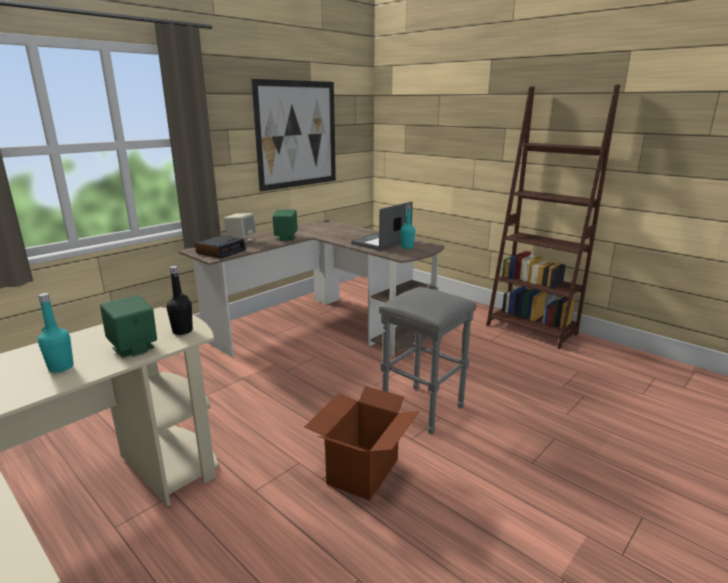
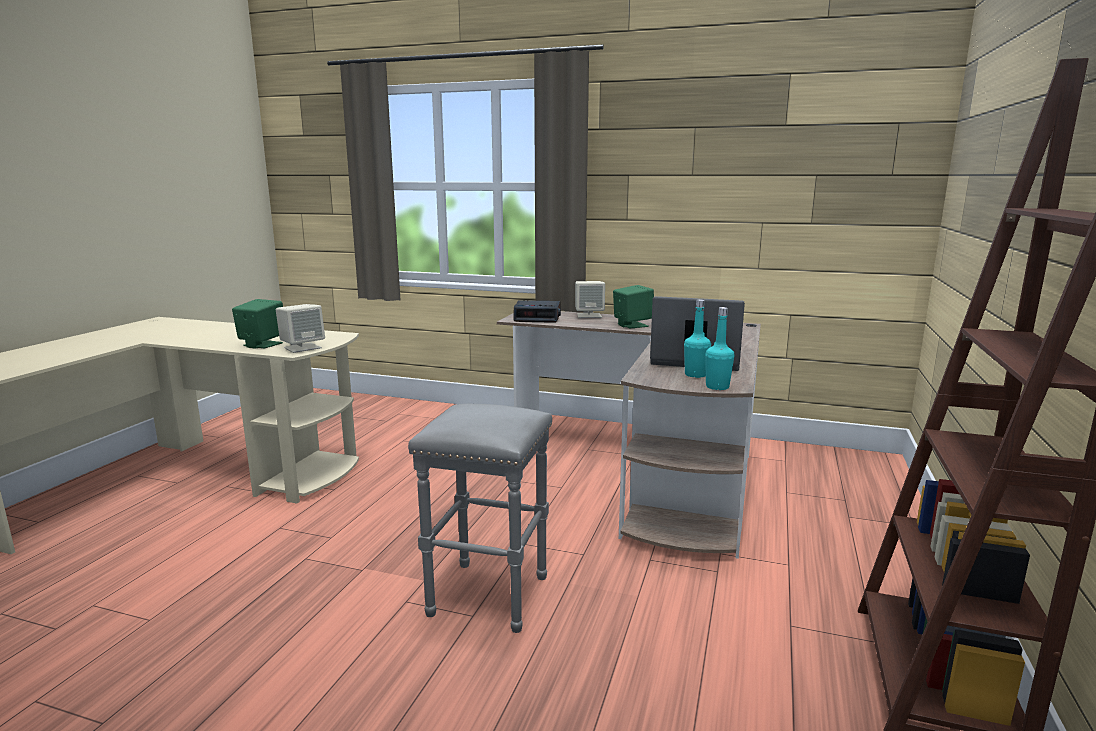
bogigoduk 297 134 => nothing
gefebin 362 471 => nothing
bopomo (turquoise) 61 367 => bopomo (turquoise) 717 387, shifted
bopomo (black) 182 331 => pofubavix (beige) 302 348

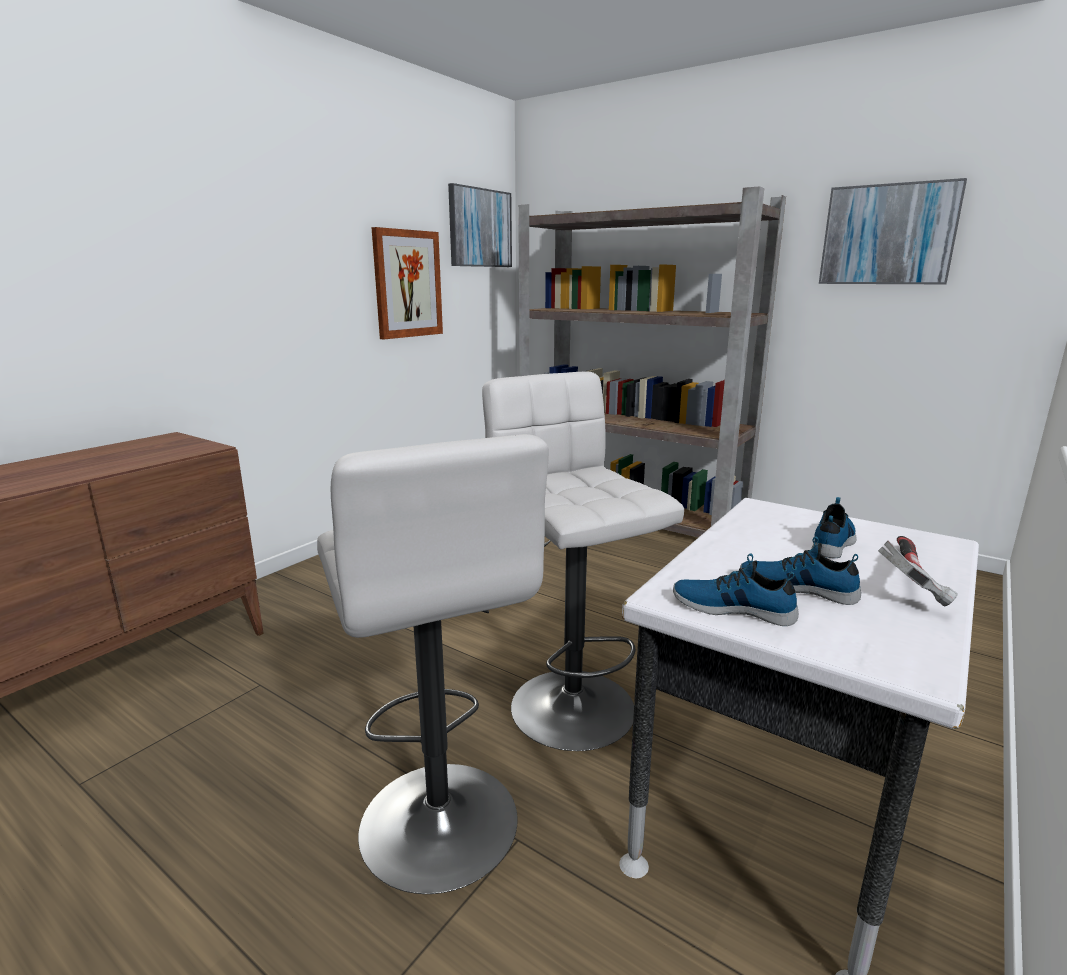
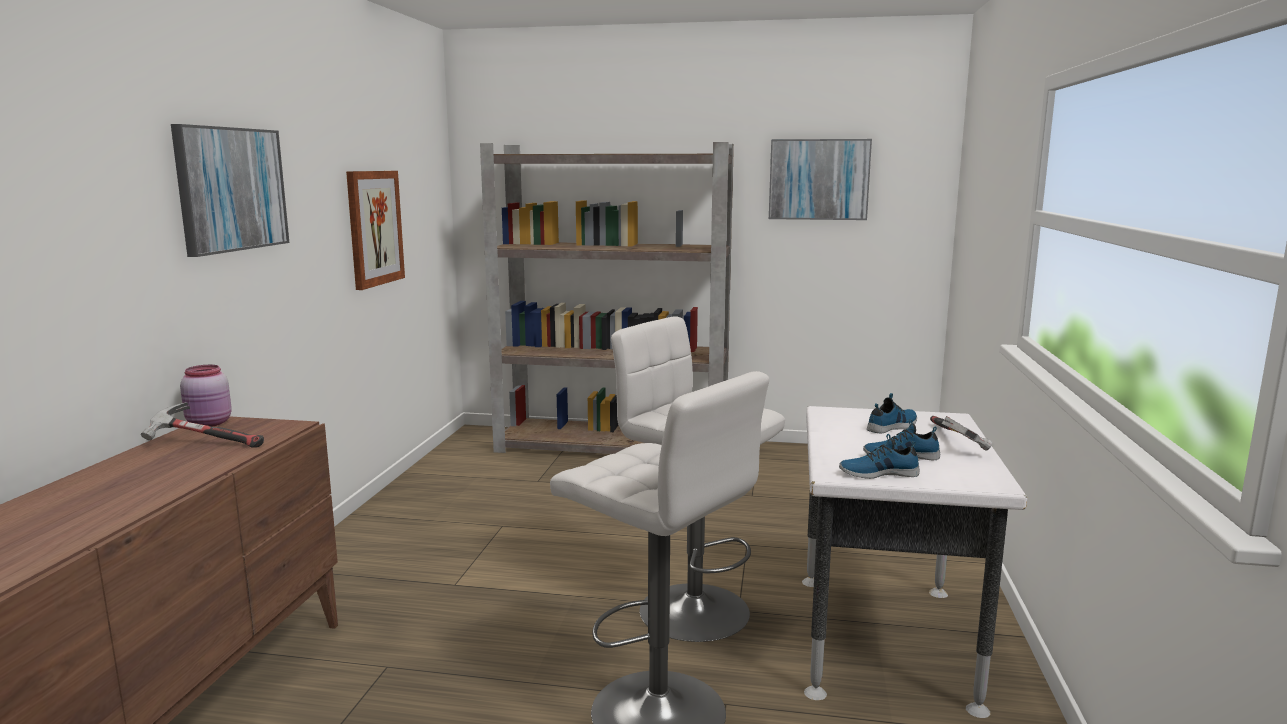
nothing => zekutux 204 443
nothing => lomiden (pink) 210 423
bogigoduk 480 228 => bogigoduk 231 189, shifted
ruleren 834 541 => ruleren 893 426, 45 degrees clockwise

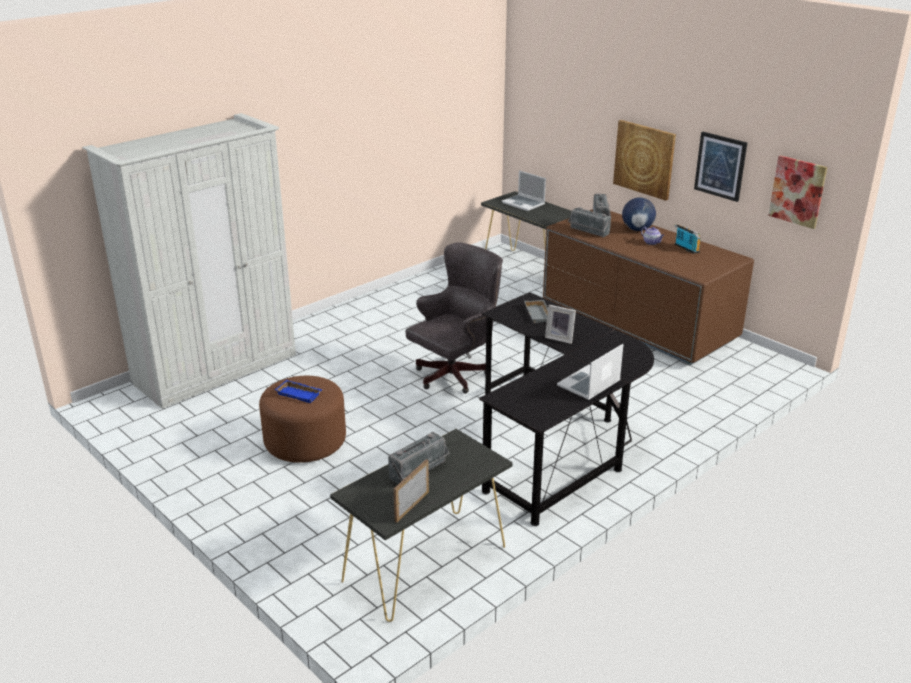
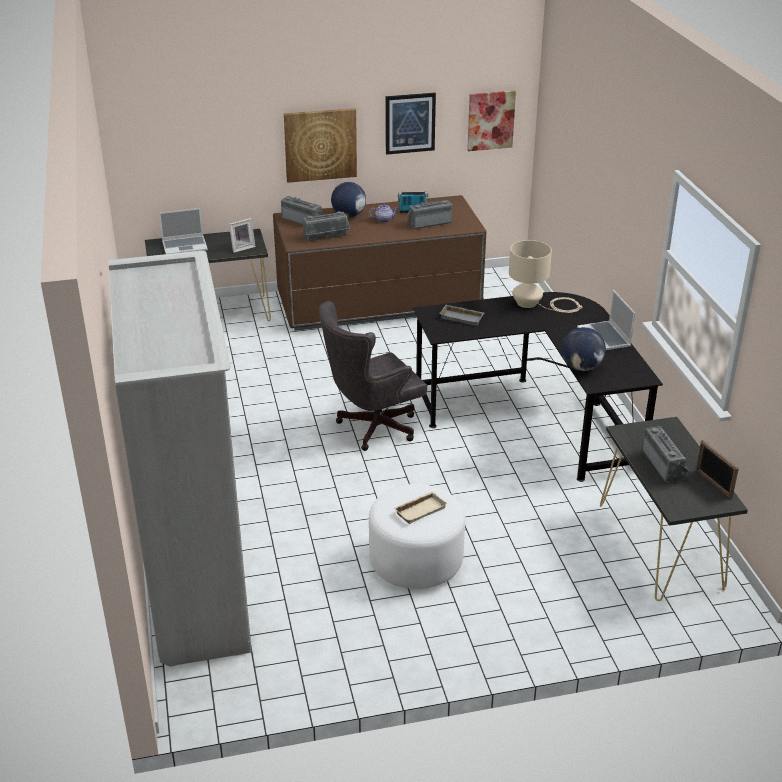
nothing => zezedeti 429 223
nothing => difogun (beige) 541 304
nothing => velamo 581 367
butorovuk 560 338 => butorovuk 242 248, shifted
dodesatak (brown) 305 442 => dodesatak (white) 416 560
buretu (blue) 300 394 => buretu (beige) 420 509
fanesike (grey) 455 374 => fanesike (grey) 372 429, 105 degrees counterclockwise

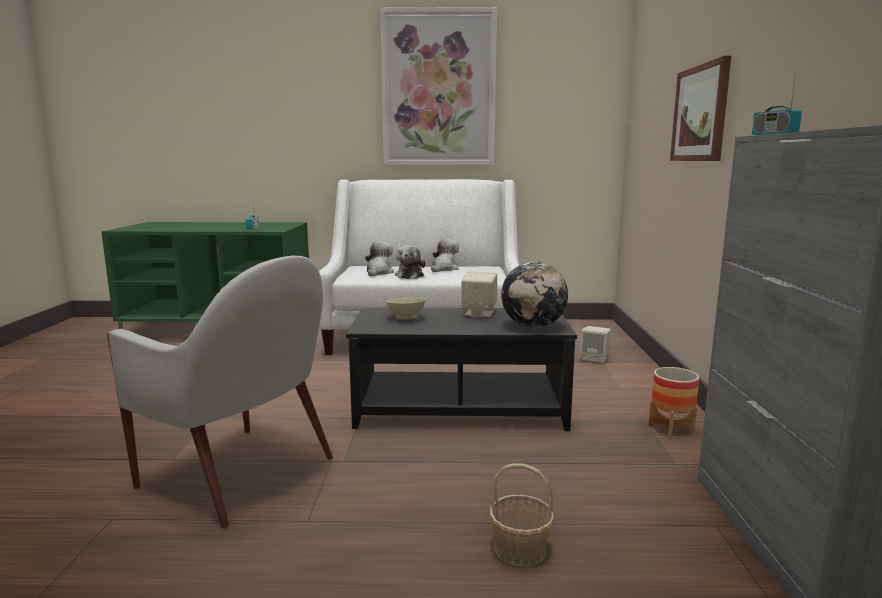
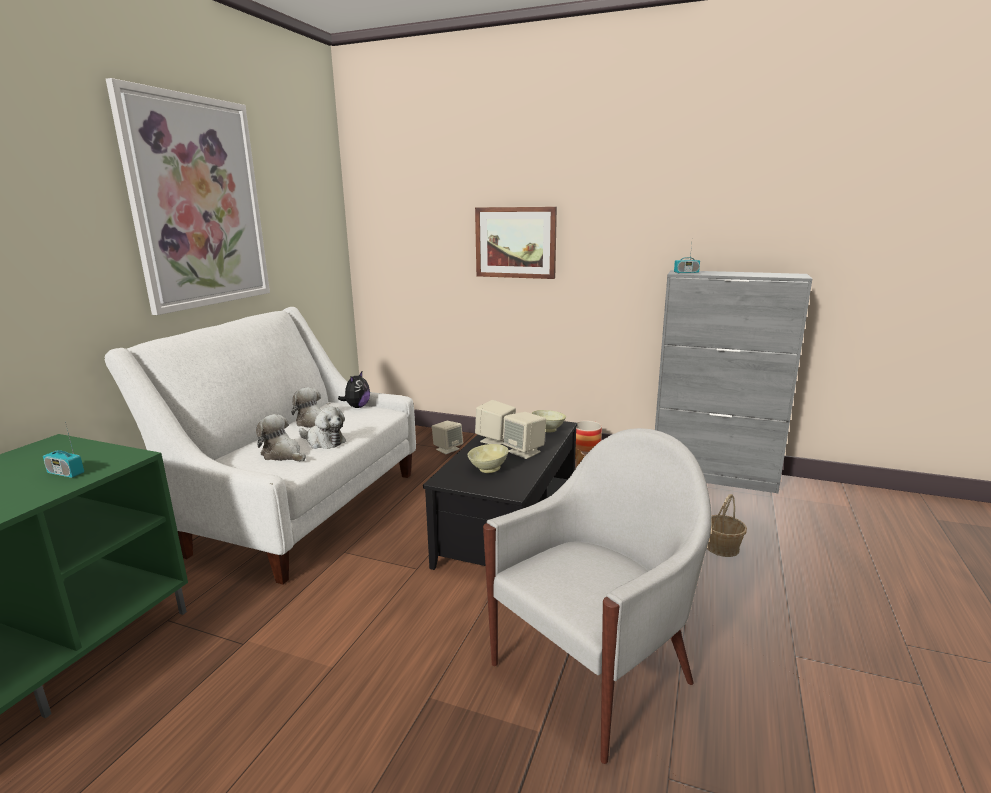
nothing => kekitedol 357 407
nothing => pofubavix (beige) 524 452
velamo 533 326 => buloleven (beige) 548 430

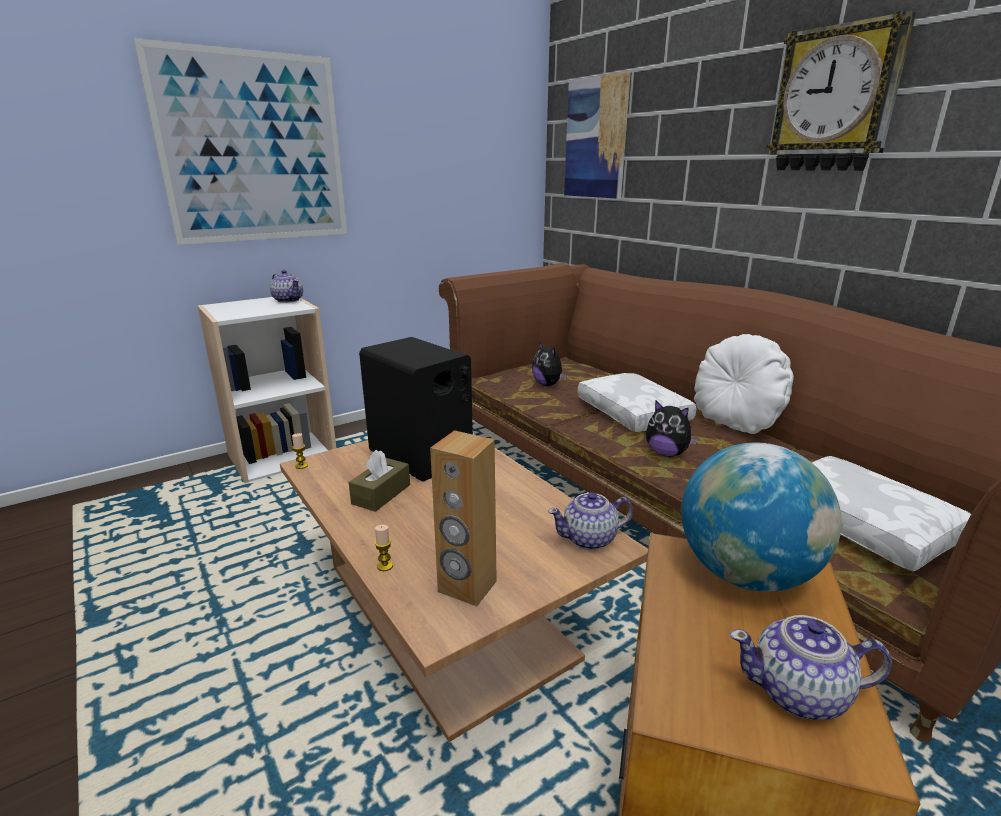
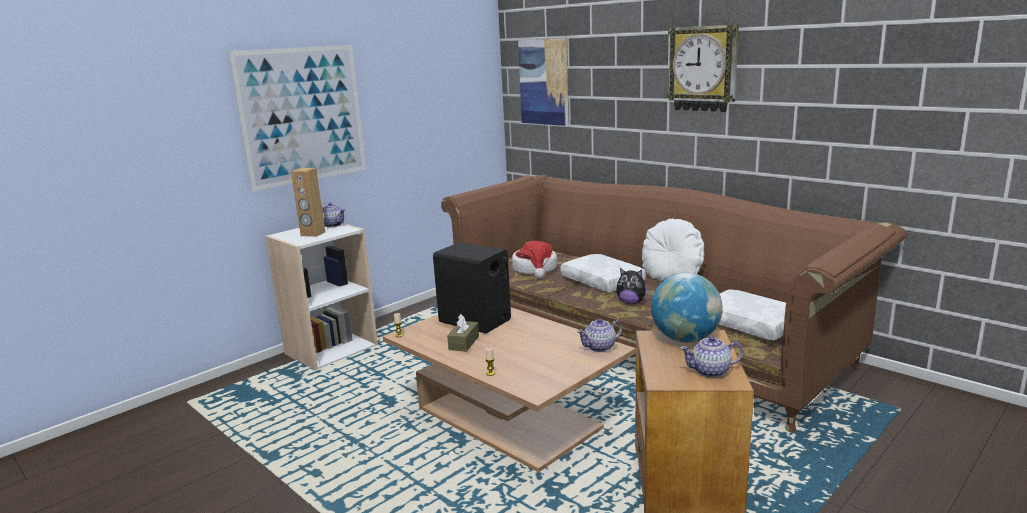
pofubavix (brown) 467 587 => pofubavix (brown) 313 234, shifted
kekitedol 548 384 => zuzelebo 535 269

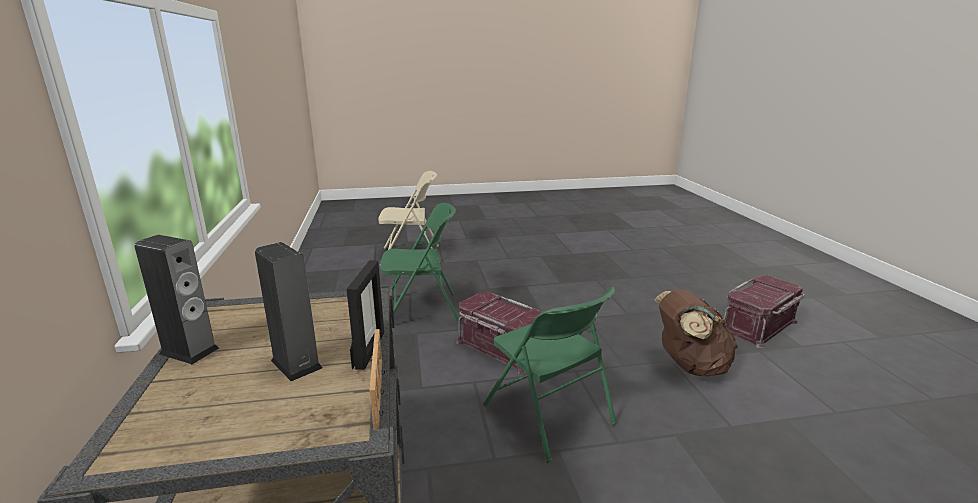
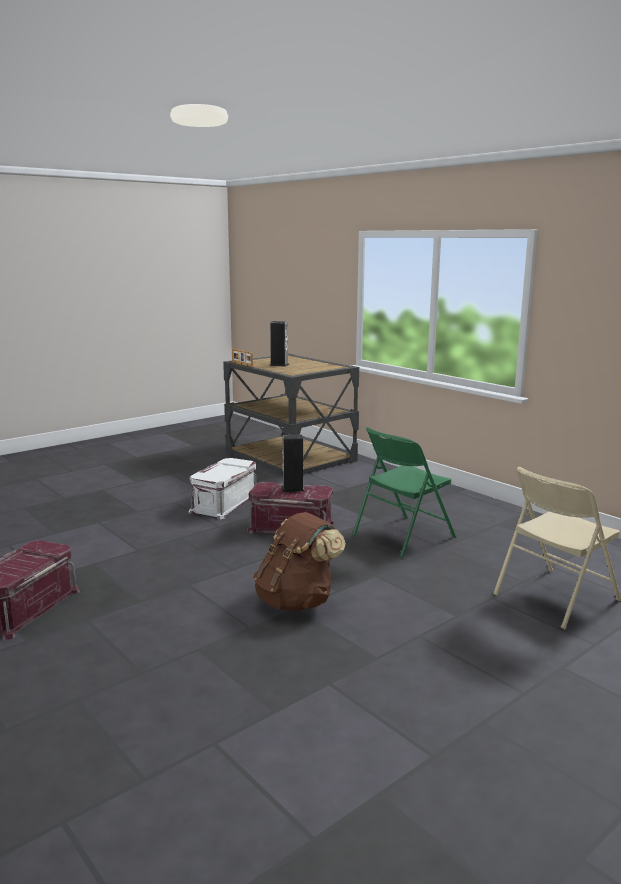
butorovuk 369 350 => nothing
pofubavix 189 351 => pofubavix 292 489, shifted
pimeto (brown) 689 366 => pimeto (brown) 297 601, shifted
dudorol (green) 547 414 => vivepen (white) 224 503

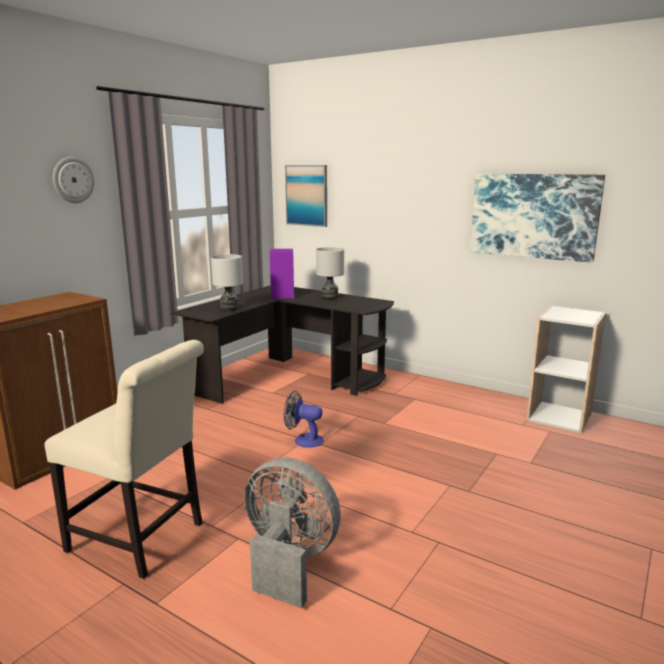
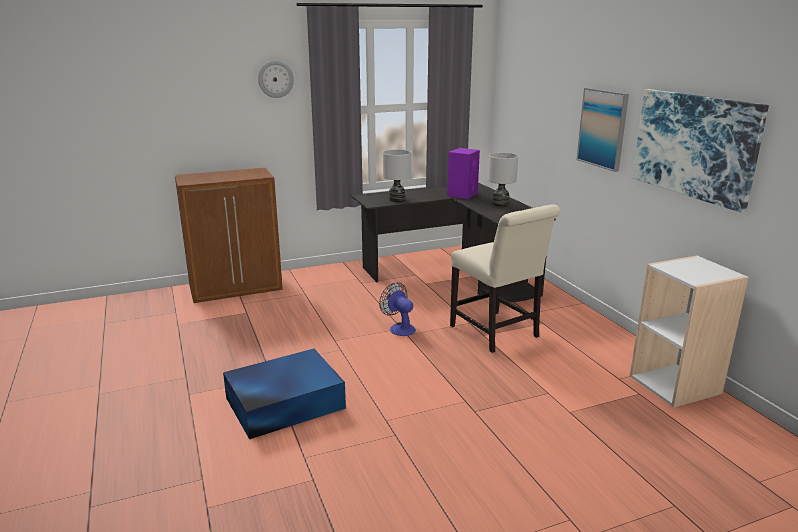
dudorol (beige) 142 540 => dudorol (beige) 497 334, shifted
bogigoduk 307 195 => bogigoduk 603 128, shifted
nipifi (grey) 289 561 => vivepen (blue) 283 403

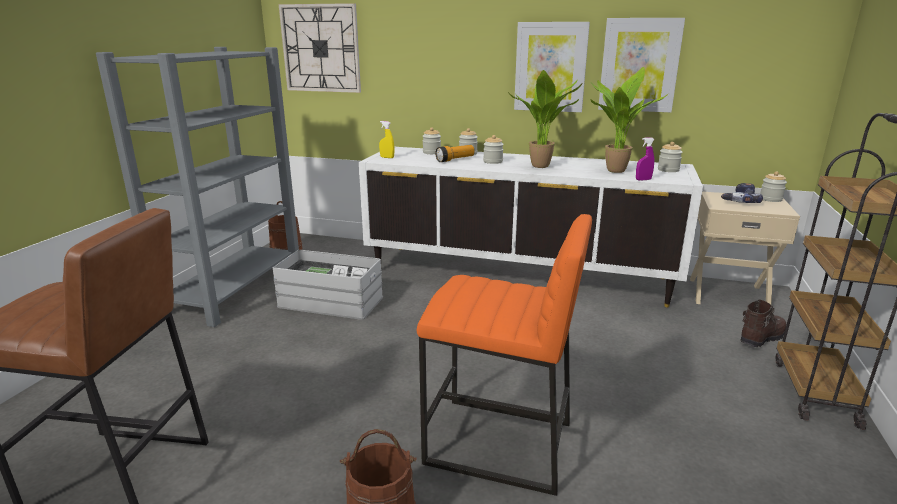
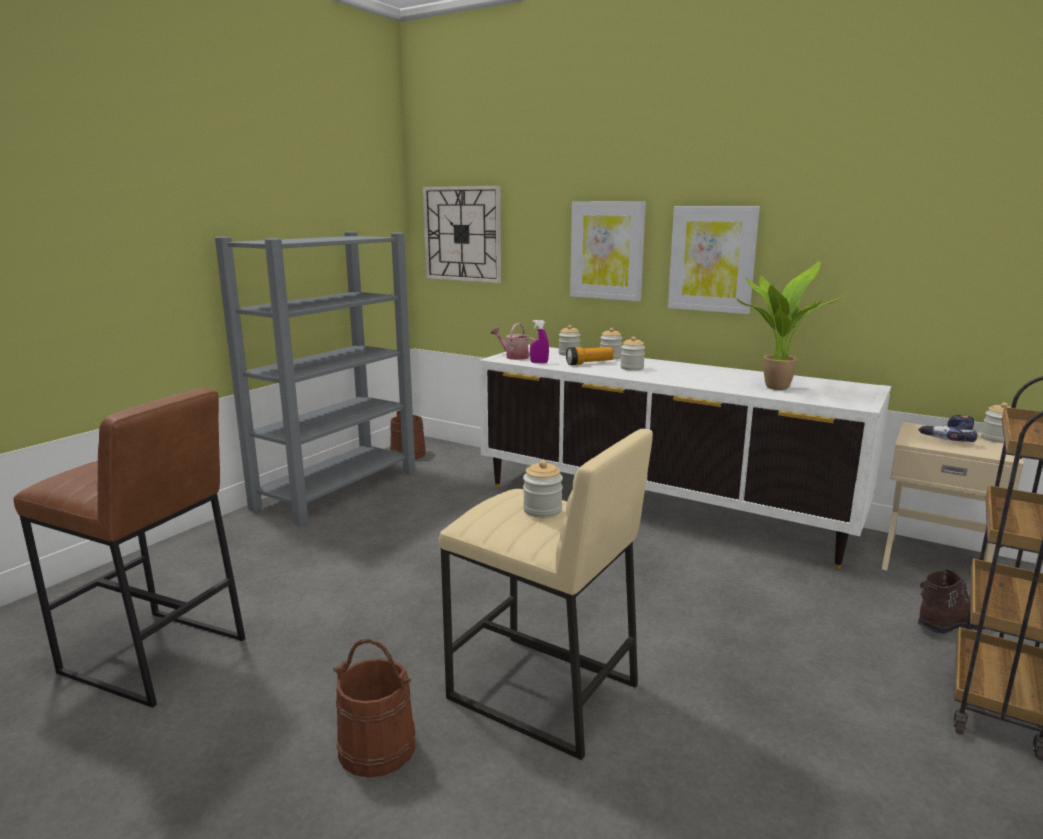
vivepen (grey) 331 301 => nothing
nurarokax 543 167 => nothing
bogigoduk 639 65 => bogigoduk 607 250, shifted
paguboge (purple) 643 180 => paguboge (purple) 539 363, shifted
lomiden 668 170 => lomiden 542 510, shifted
paguboge (yellow) 387 157 => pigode 514 356
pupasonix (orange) 499 442 => pupasonix (beige) 543 691

